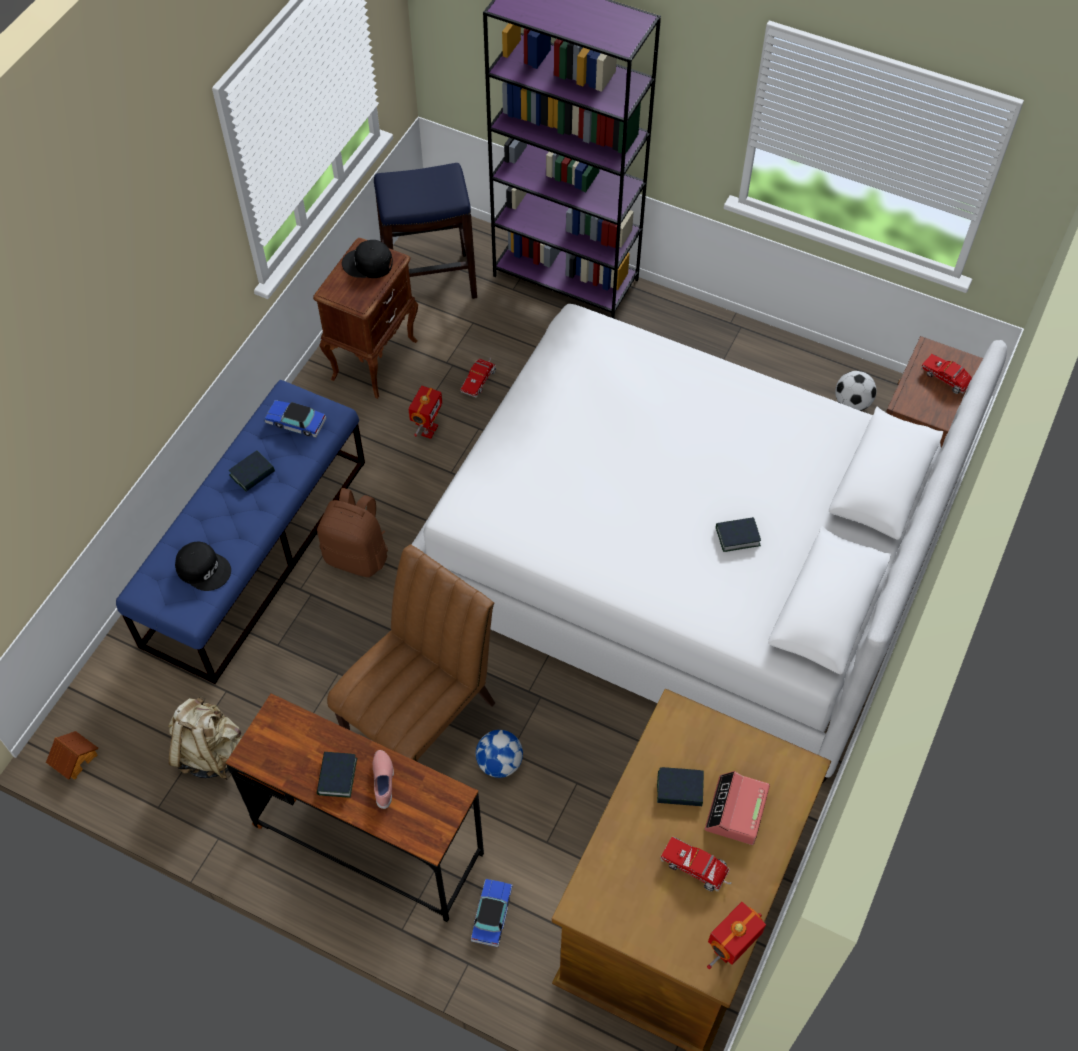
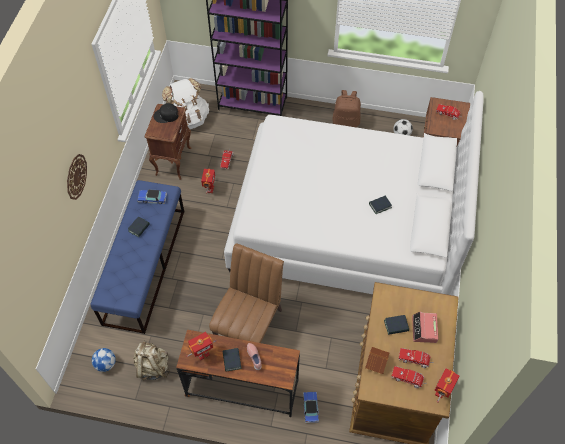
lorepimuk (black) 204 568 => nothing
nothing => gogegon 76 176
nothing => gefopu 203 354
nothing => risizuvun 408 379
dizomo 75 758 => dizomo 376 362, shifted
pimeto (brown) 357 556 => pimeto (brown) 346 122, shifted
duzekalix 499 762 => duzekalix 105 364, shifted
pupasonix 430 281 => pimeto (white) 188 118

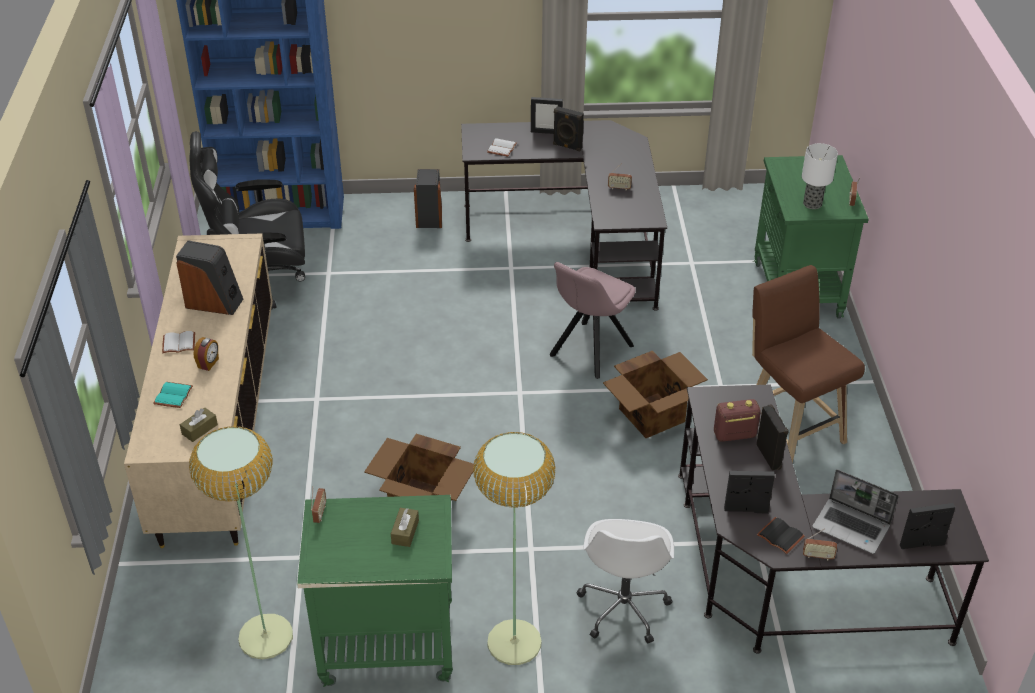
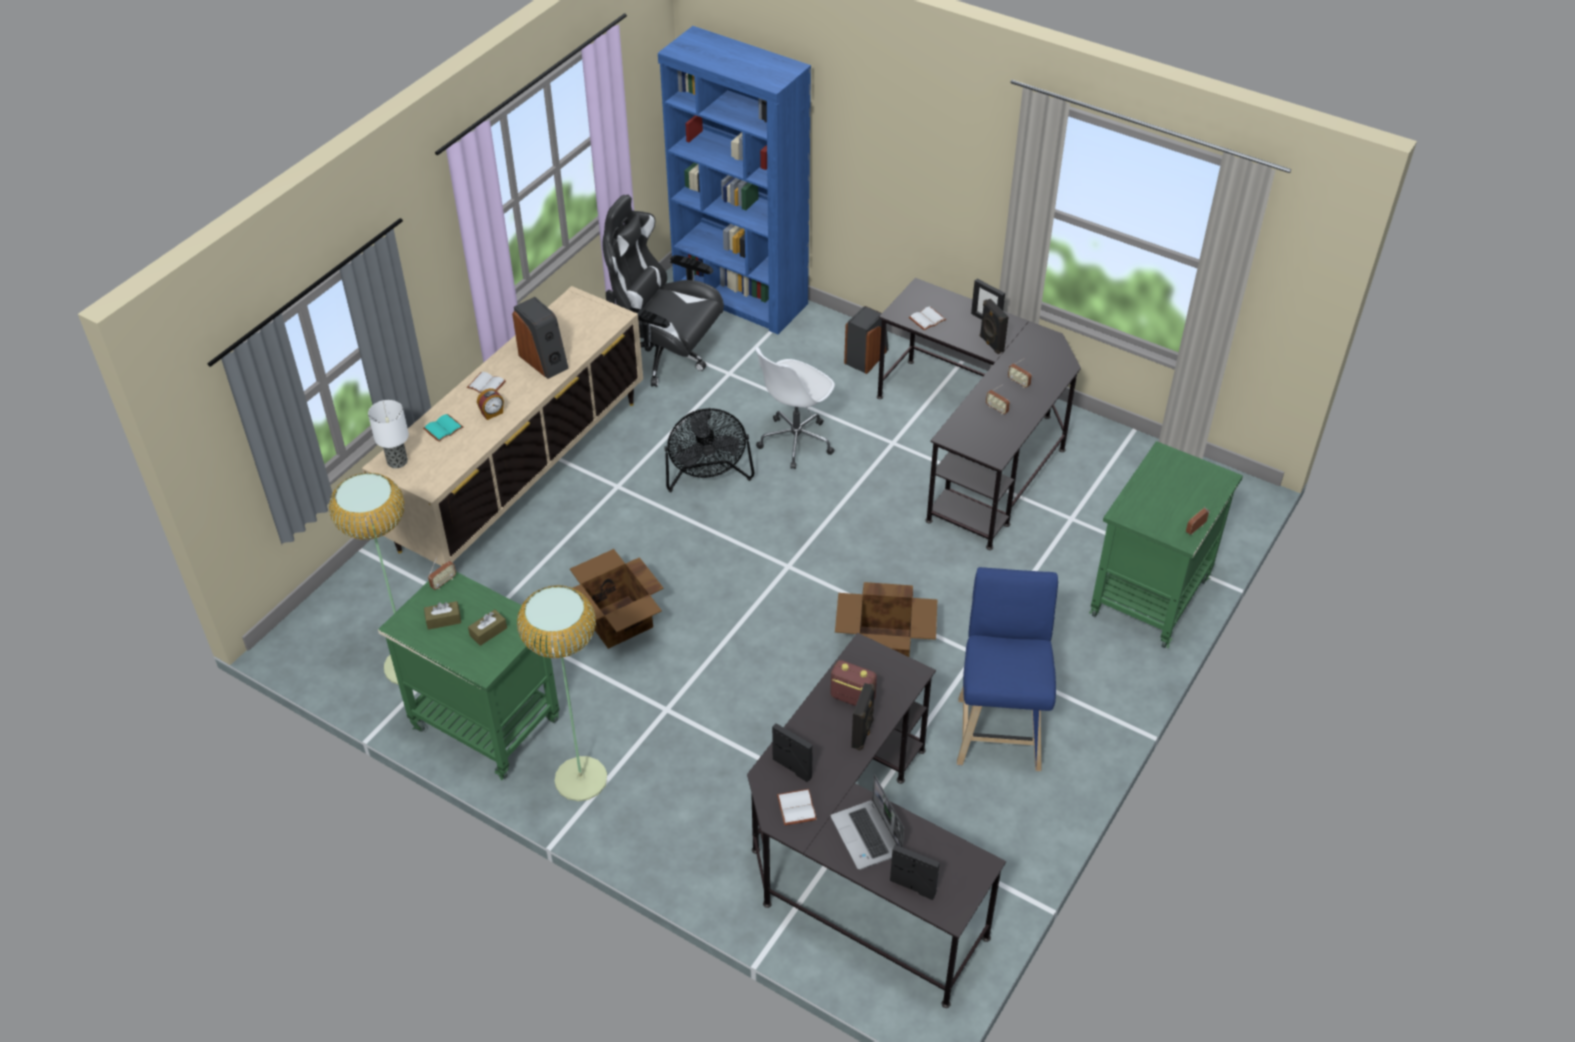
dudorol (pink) 590 350 => nothing
nothing => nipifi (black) 704 474
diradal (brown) 199 429 => diradal (brown) 443 620, shifted
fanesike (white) 623 611 => fanesike (white) 794 443, shifted
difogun 812 204 => difogun 397 462, shifted
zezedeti 818 556 => zezedeti 1018 382, shifted
pupasonix (brown) 789 429 => pupasonix (blue) 999 728
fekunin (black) 779 536 => fekunin (white) 795 807

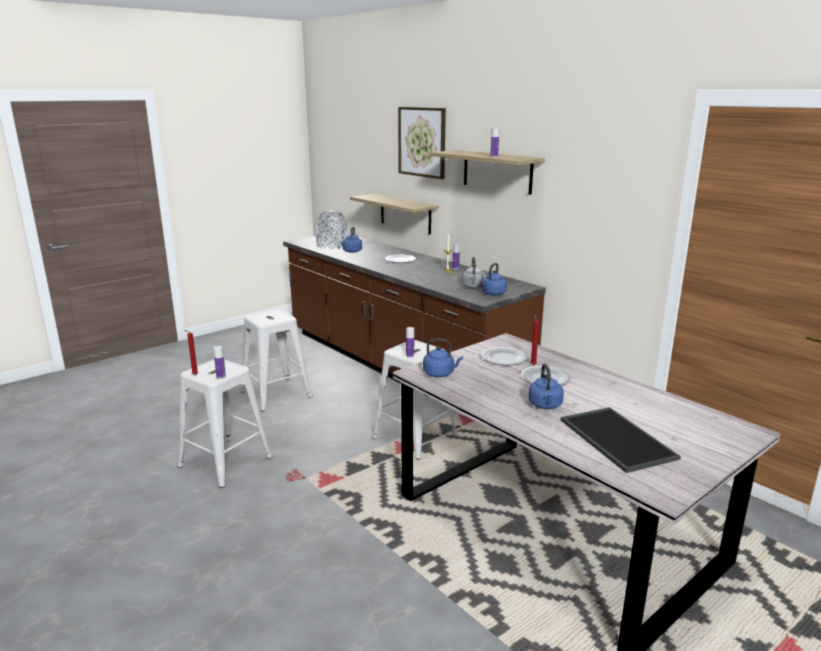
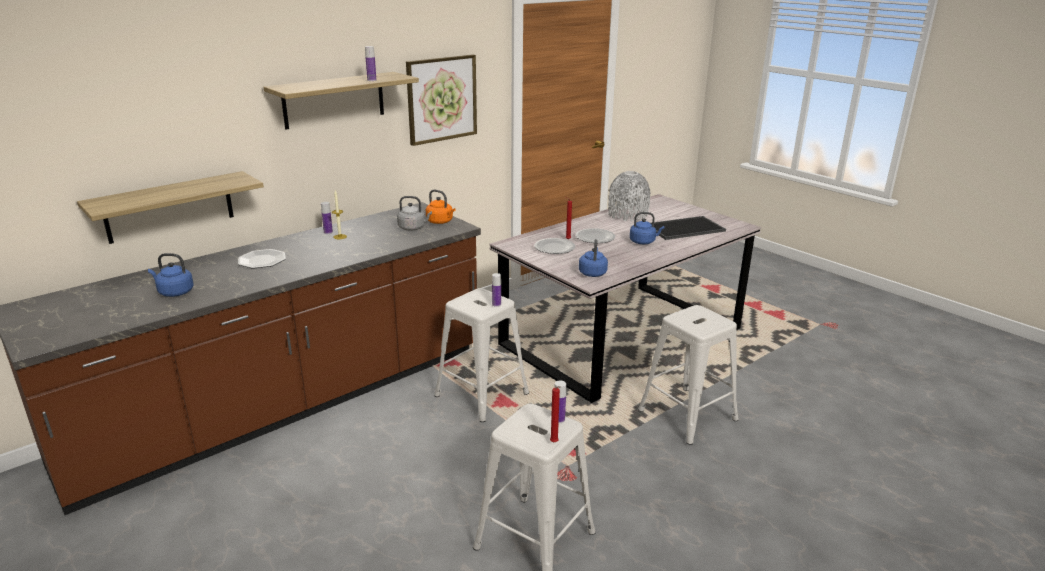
pupasonix (white) 276 394 => pupasonix (white) 687 415, shifted
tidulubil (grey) 332 245 => tidulubil (grey) 627 215, shifted
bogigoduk 422 142 => bogigoduk 441 99, shifted
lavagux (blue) 492 294 => lavagux (orange) 441 222

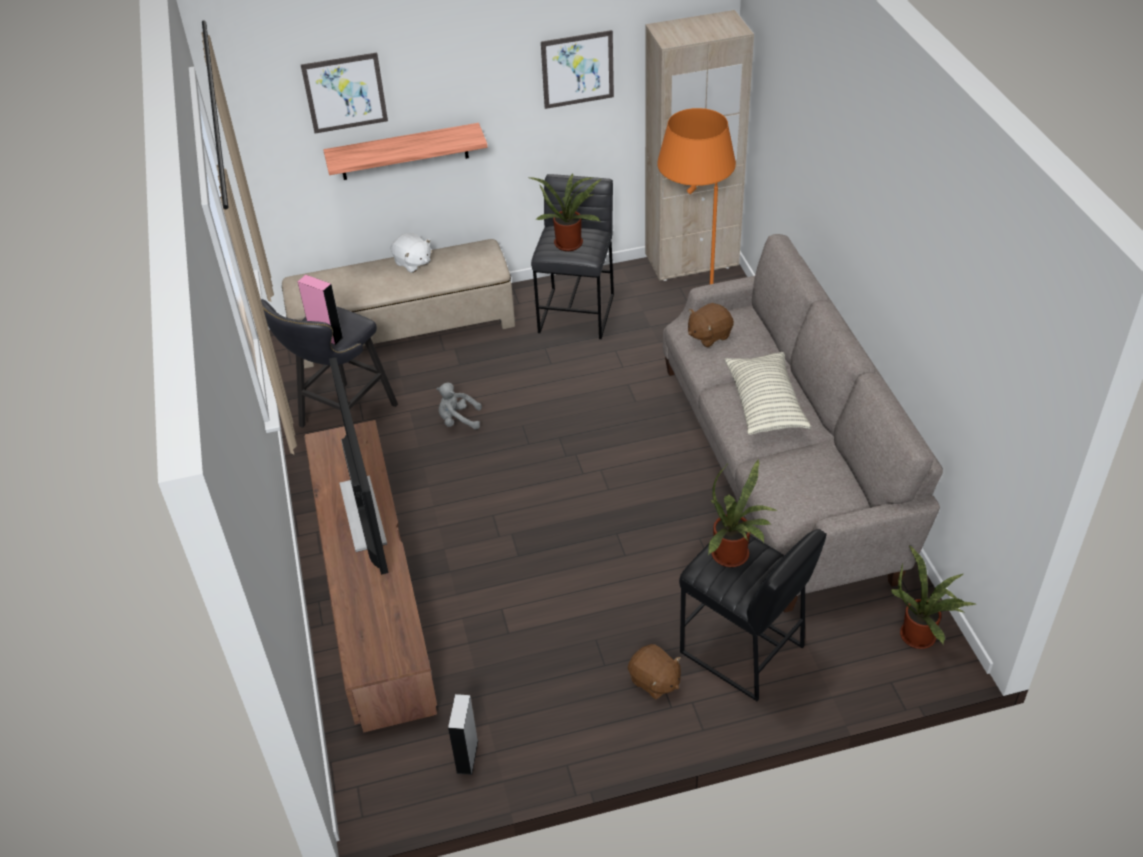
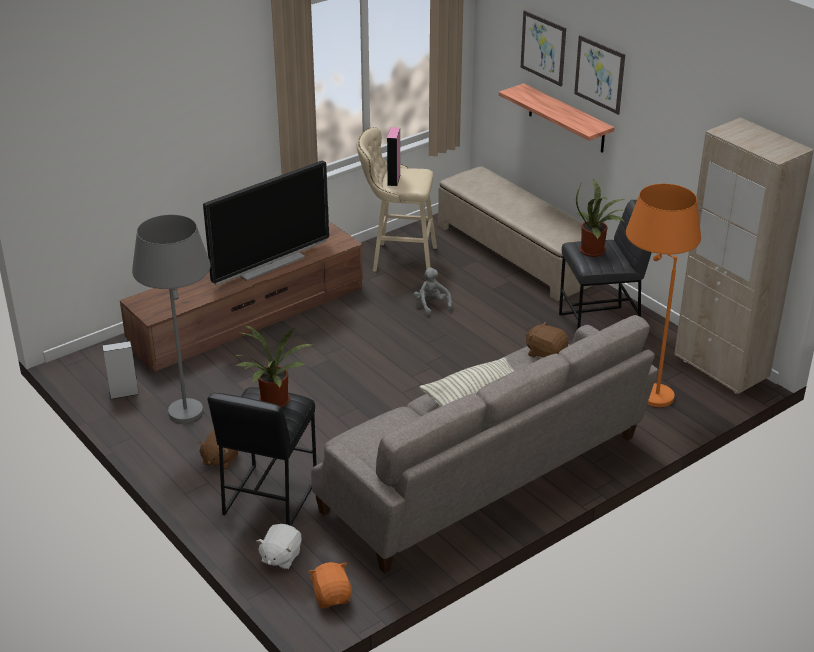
nothing => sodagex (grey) 190 423
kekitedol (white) 412 263 => kekitedol (white) 280 557, shifted
bogigoduk 577 69 => bogigoduk 599 74, shifted
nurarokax 921 635 => kekitedol (orange) 332 596
pupasonix (black) 341 422 => pupasonix (beige) 395 258

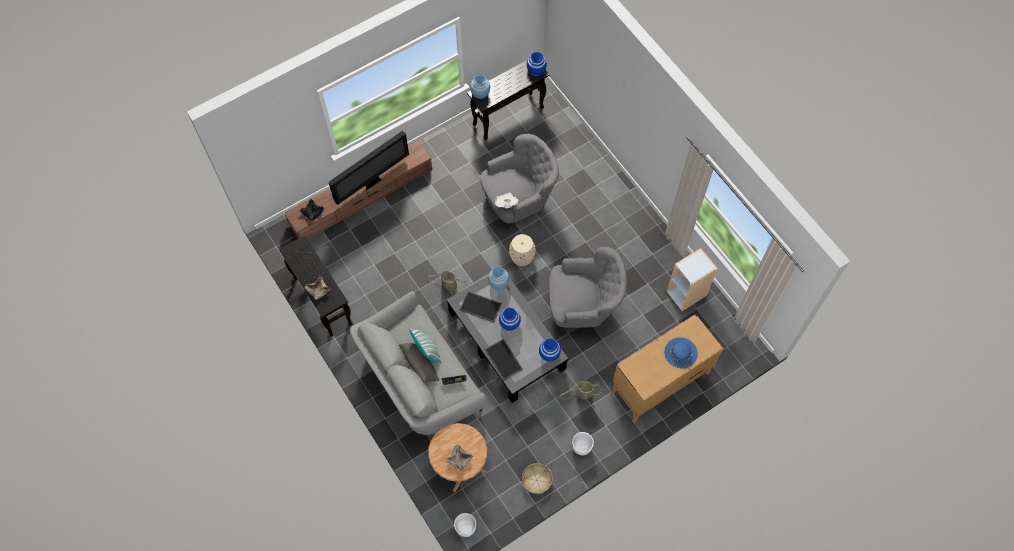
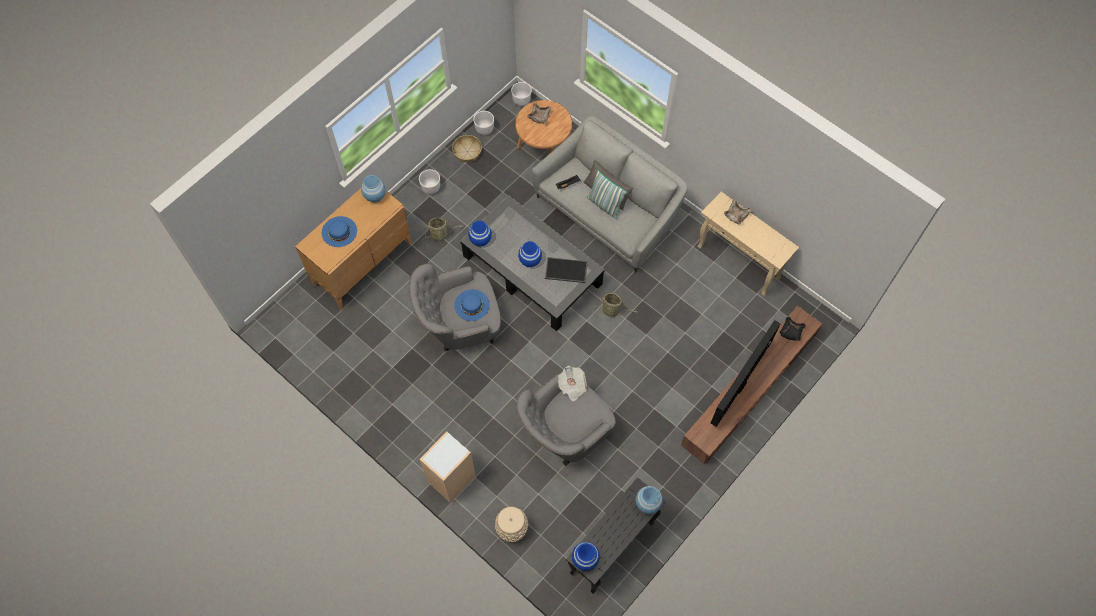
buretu 504 359 => nothing
nothing => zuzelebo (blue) 471 305
nothing => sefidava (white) 484 129
tidulubil (blue) 498 283 => tidulubil (blue) 375 196, shifted
pupasonix (beige) 522 257 => pupasonix (beige) 512 529, shifted
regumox 686 293 => regumox 451 479, shifted
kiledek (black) 322 301 => kiledek (beige) 739 262

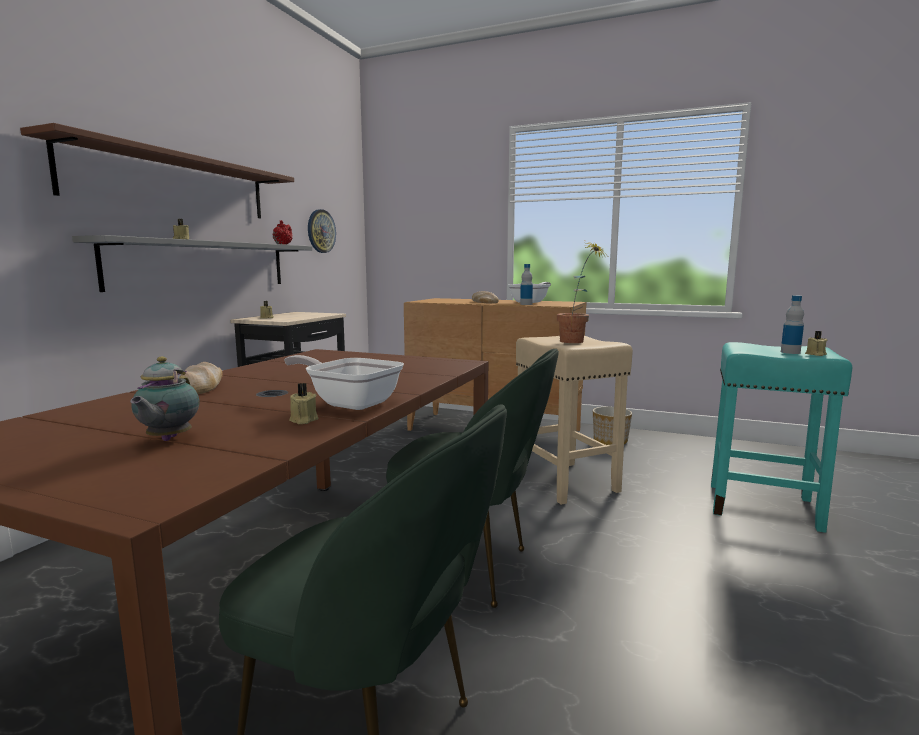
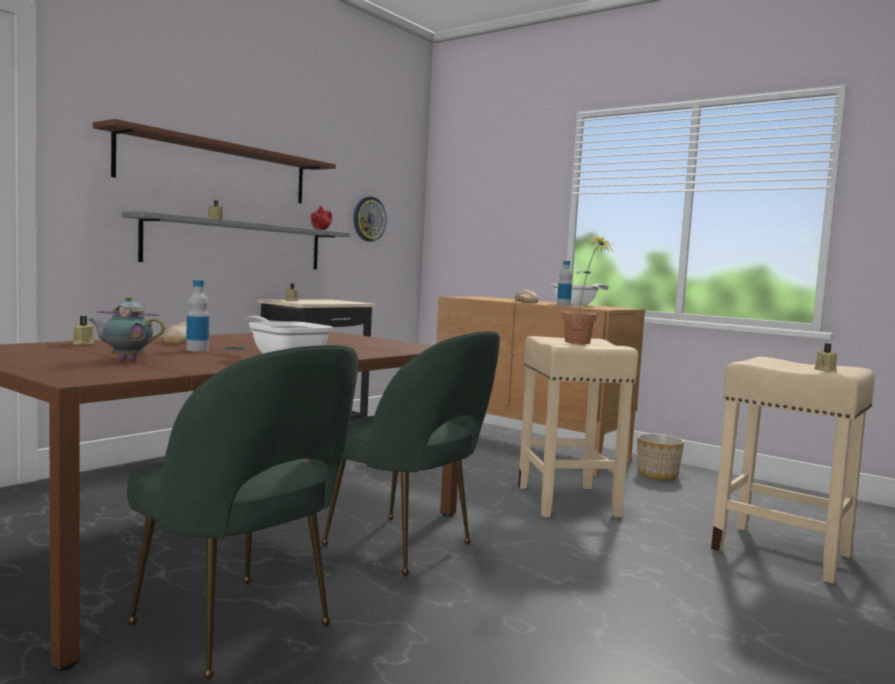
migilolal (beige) 303 420 => migilolal (beige) 82 344, shifted
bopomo 790 352 => bopomo 197 350, shifted
pupasonix (turquoise) 765 507 => pupasonix (beige) 784 553
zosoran 167 439 => zosoran 125 360, 75 degrees clockwise

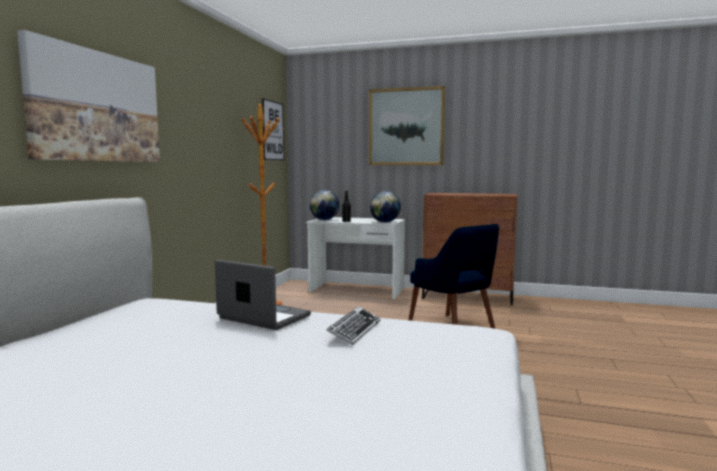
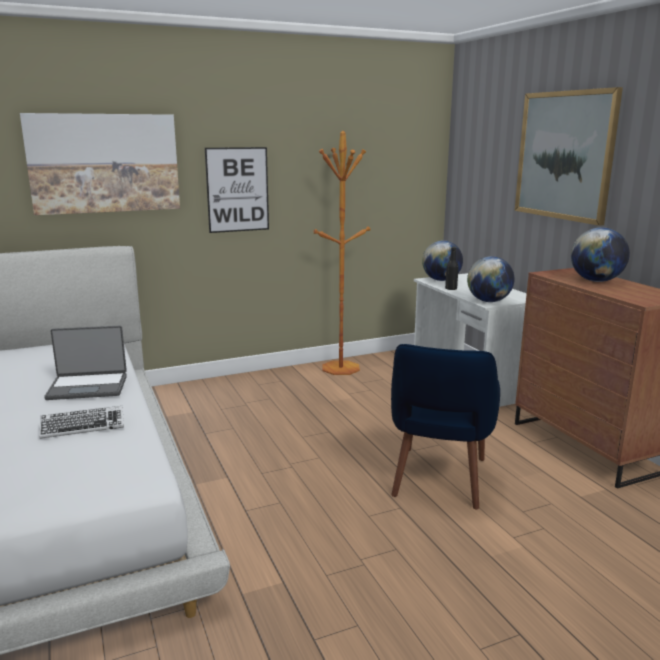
nothing => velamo 596 281
bogigoduk 273 130 => bogigoduk 237 190, shifted
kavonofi 263 317 => kavonofi 88 387, 90 degrees clockwise

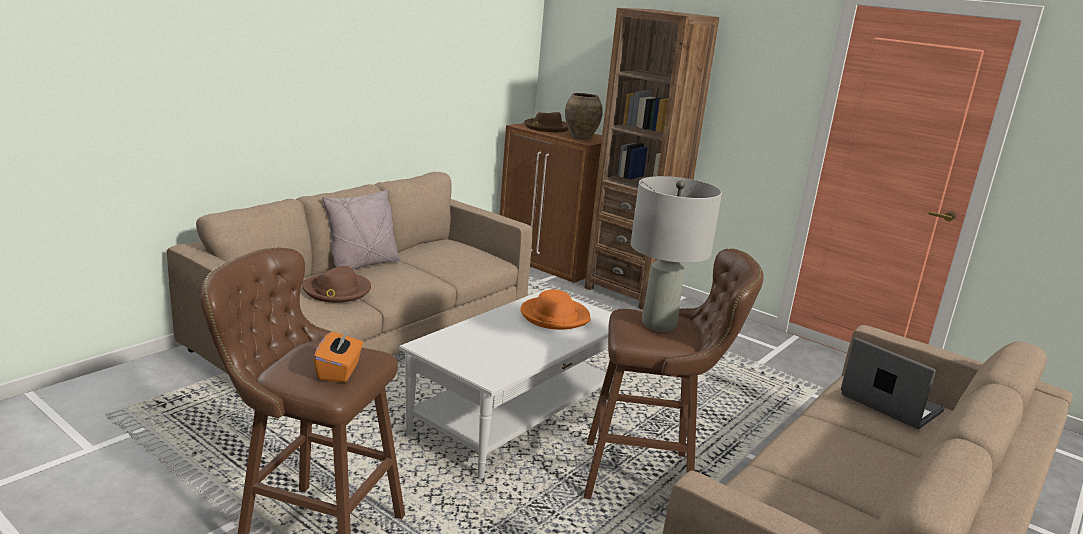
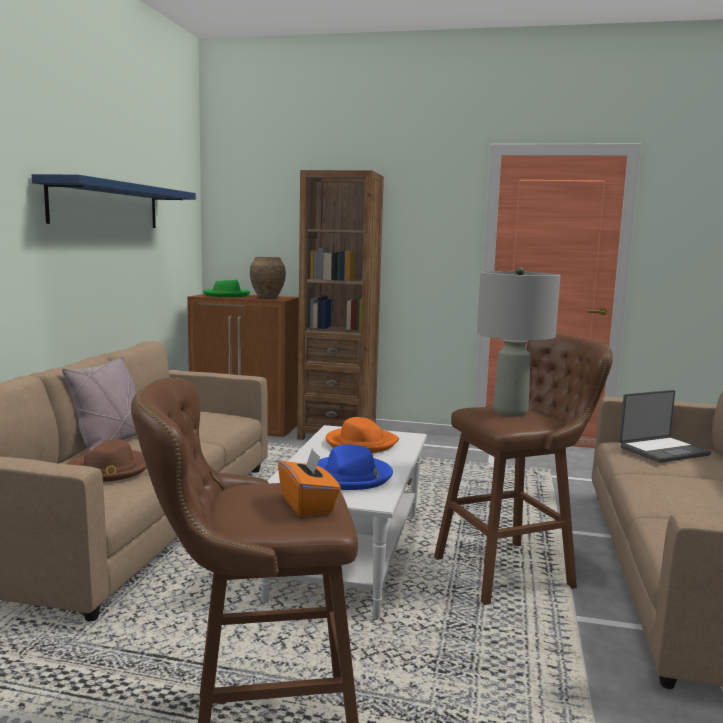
nothing => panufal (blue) 106 205
nothing => zuzelebo (blue) 351 476
zuzelebo (brown) 546 128 => zuzelebo (green) 226 295
kavonofi 889 404 => kavonofi 662 451, 135 degrees clockwise

